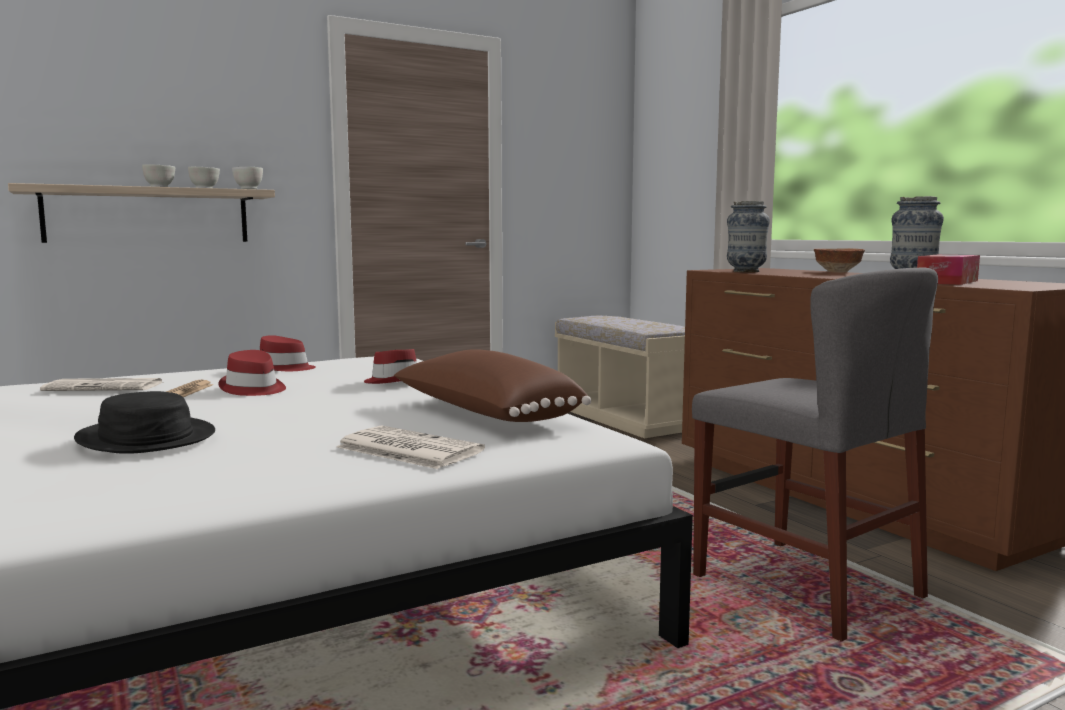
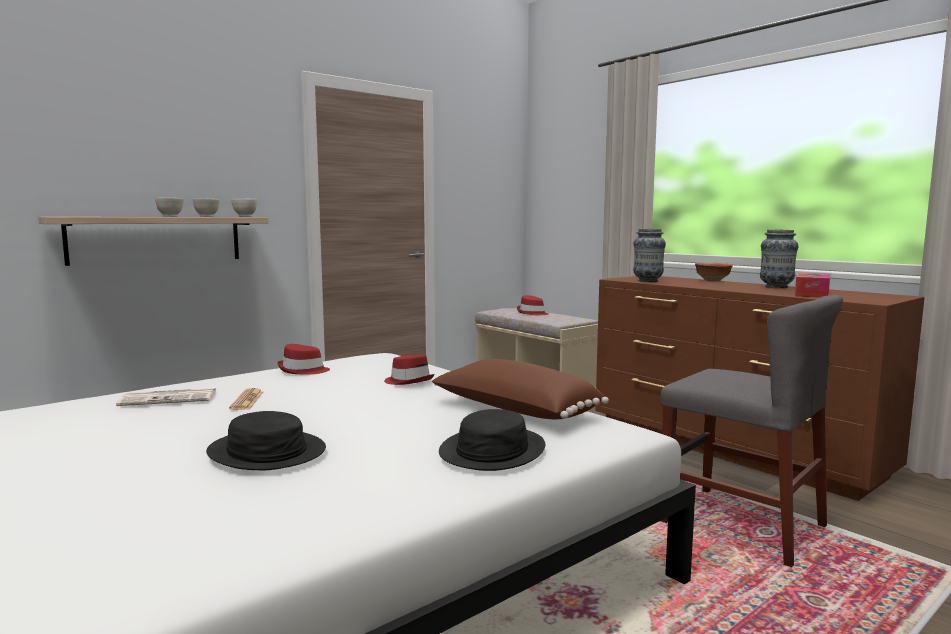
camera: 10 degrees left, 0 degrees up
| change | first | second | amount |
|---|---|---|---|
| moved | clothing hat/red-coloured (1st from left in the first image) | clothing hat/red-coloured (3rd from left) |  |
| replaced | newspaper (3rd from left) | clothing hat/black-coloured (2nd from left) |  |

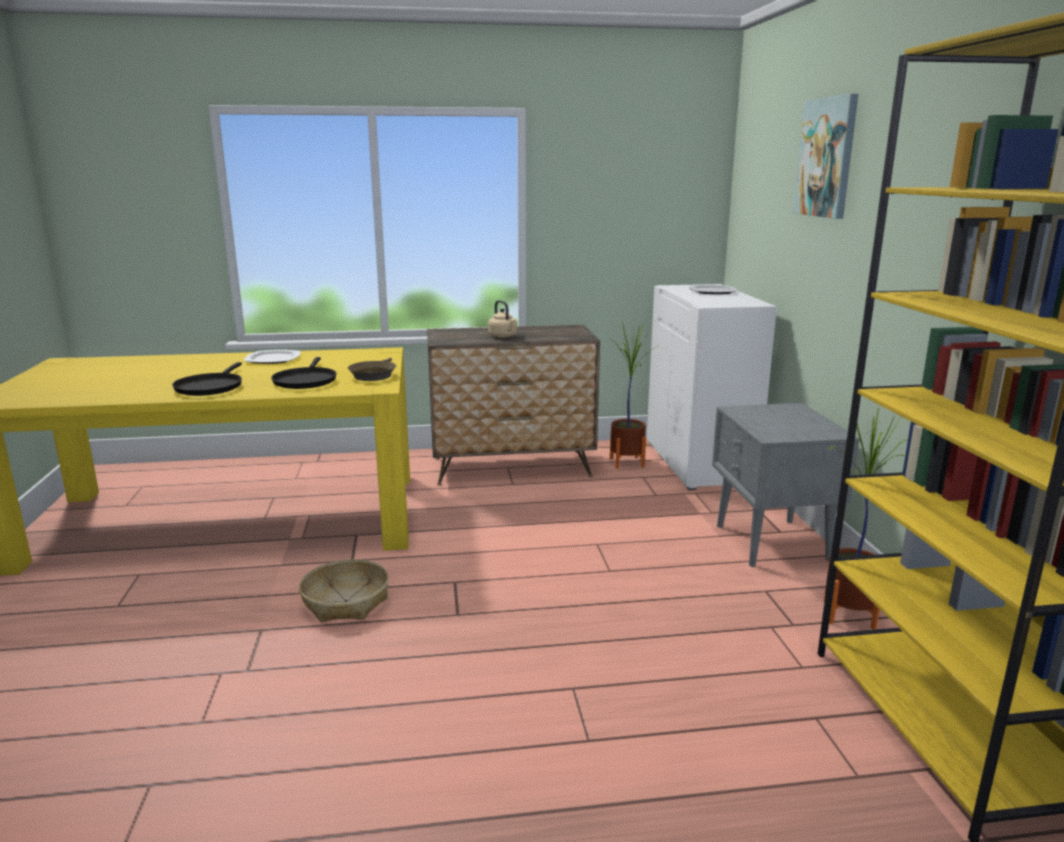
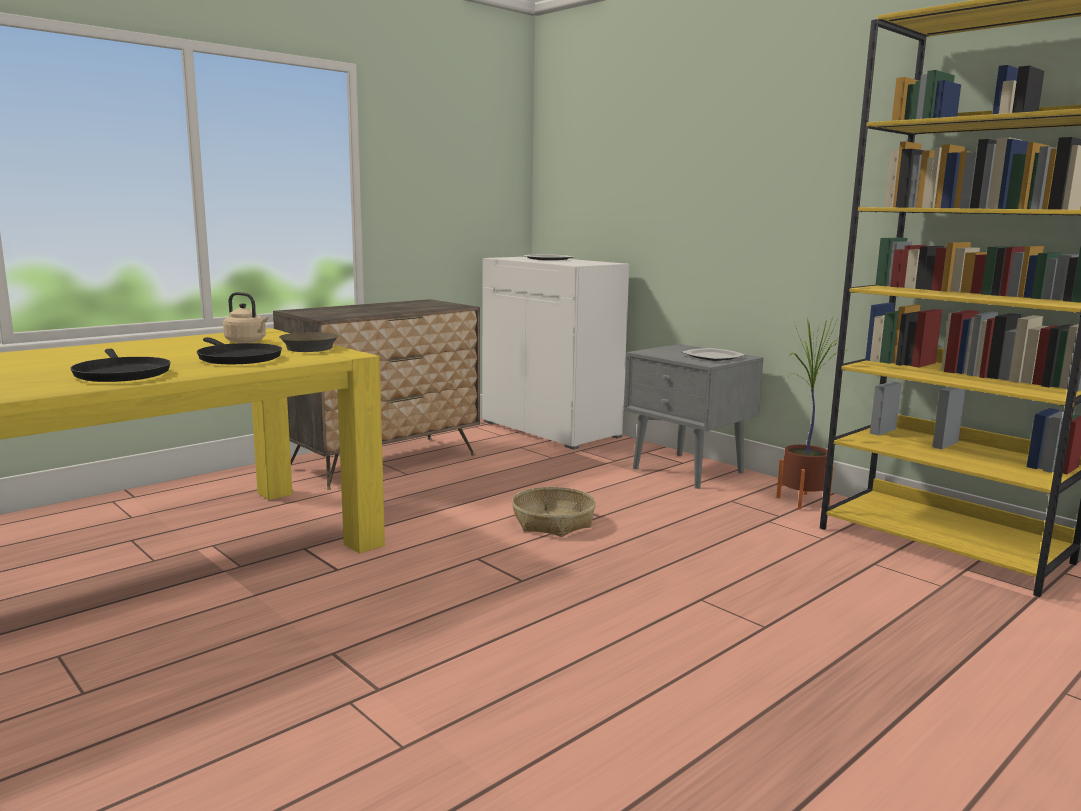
camera: 35 degrees left, 5 degrees down
| change | first | second | amount |
|---|---|---|---|
| moved | flat dish (1st from left in the first image) | flat dish (2nd from left) |  |
| moved | basket |  |  |
| moved | water kettle/sand-coloured |  |  |
| removed | houseplant (1st from left) |  |  |
| removed | wall picture |  |  |

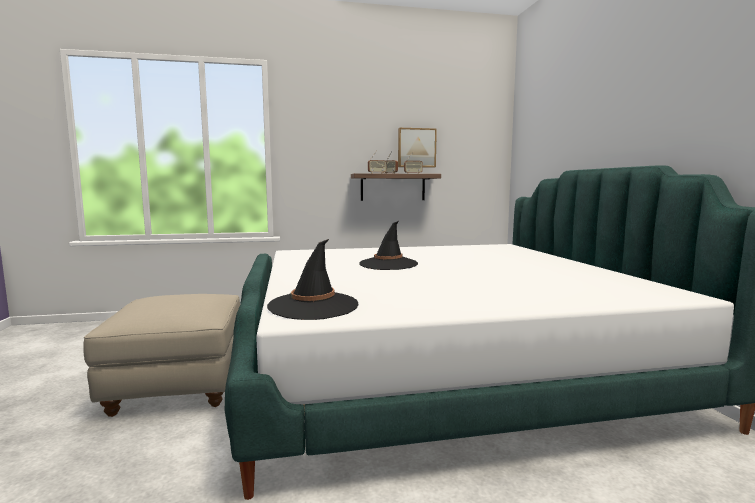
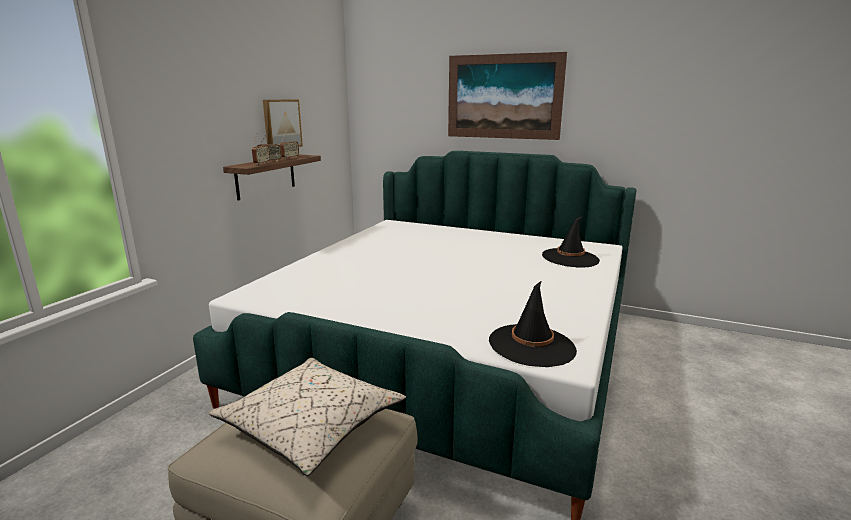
camera: 55 degrees left, 10 degrees up
| change | first | second | amount |
|---|---|---|---|
| moved | clothing hat/black-coloured (2nd from left) |  |  |
| added |  | throw pillow/sand-coloured |  |
| added |  | wall picture (2nd from left) |  |

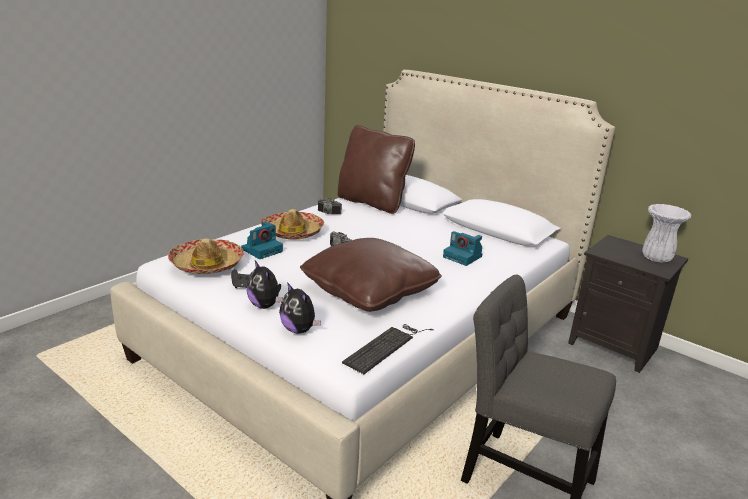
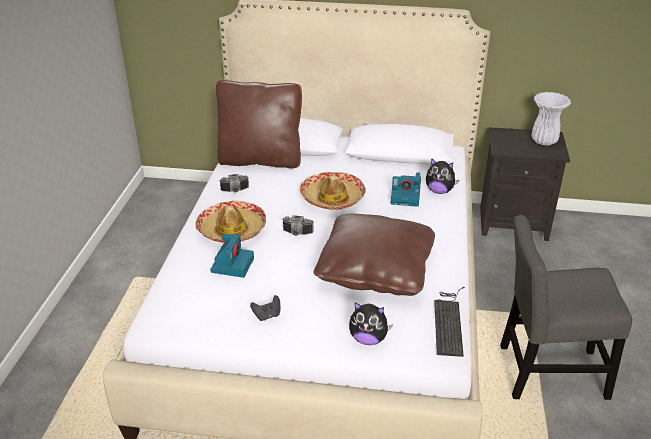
camera: 30 degrees left, 10 degrees up
| change | first | second | amount |
|---|---|---|---|
| moved | clothing hat (1st from left in the first image) | clothing hat (2nd from left) |  |
| moved | cuddly toy (1st from left in the first image) | cuddly toy (2nd from left) |  |

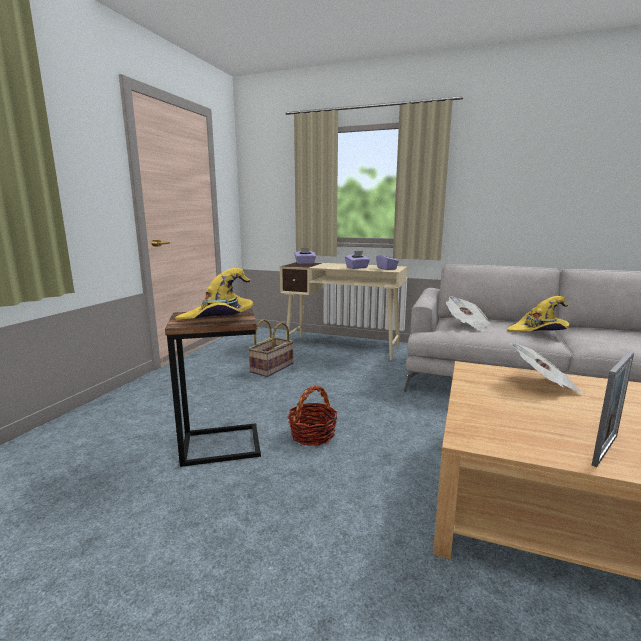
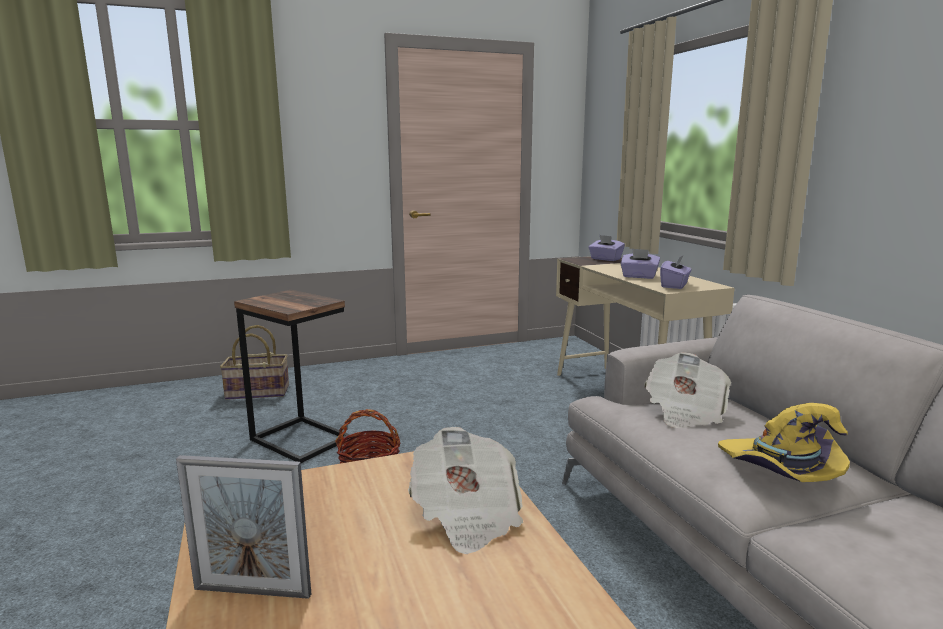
camera: 50 degrees right, 0 degrees up
| change | first | second | amount |
|---|---|---|---|
| removed | clothing hat/yellowish (1st from left) |  |  |
| moved | basket (1st from left) |  |  |

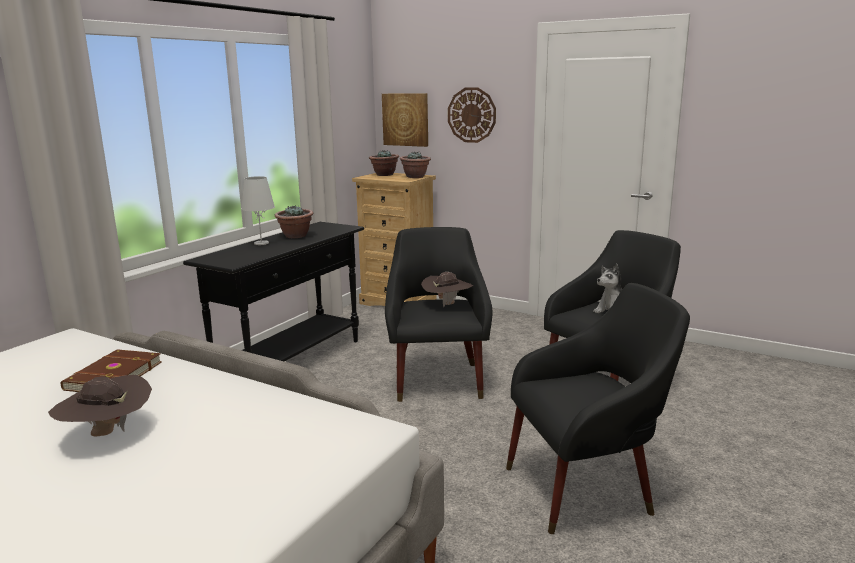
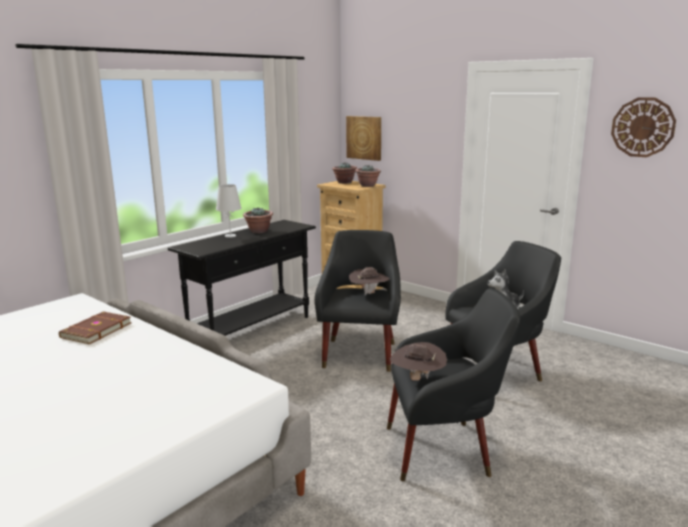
camera: 10 degrees right, 0 degrees up
| change | first | second | amount |
|---|---|---|---|
| moved | clothing hat/brown-coloured (1st from left in the first image) | clothing hat/brown-coloured (2nd from left) |  |
| moved | wall clock |  |  |

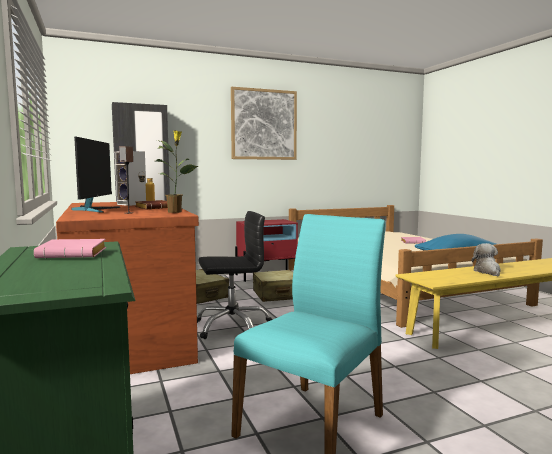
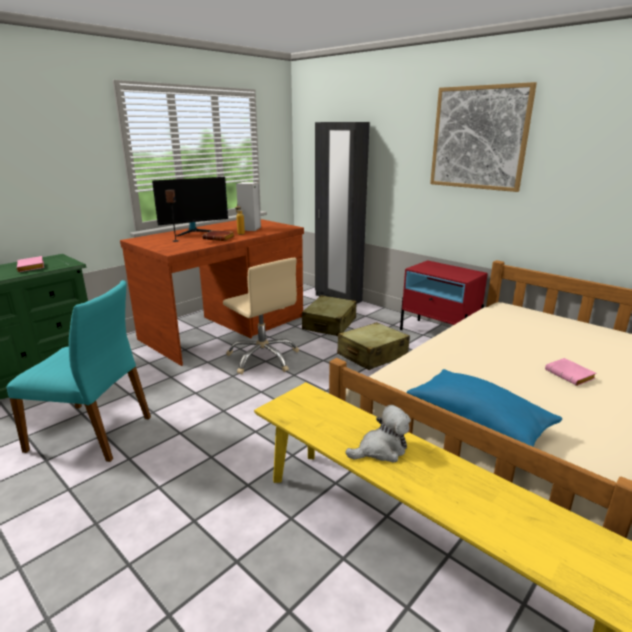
camera: 65 degrees right, 15 degrees up
| change | first | second | amount |
|---|---|---|---|
| removed | houseplant |  |  |
| recoloured | computer chair/black-coloured | computer chair/sand-coloured |  |

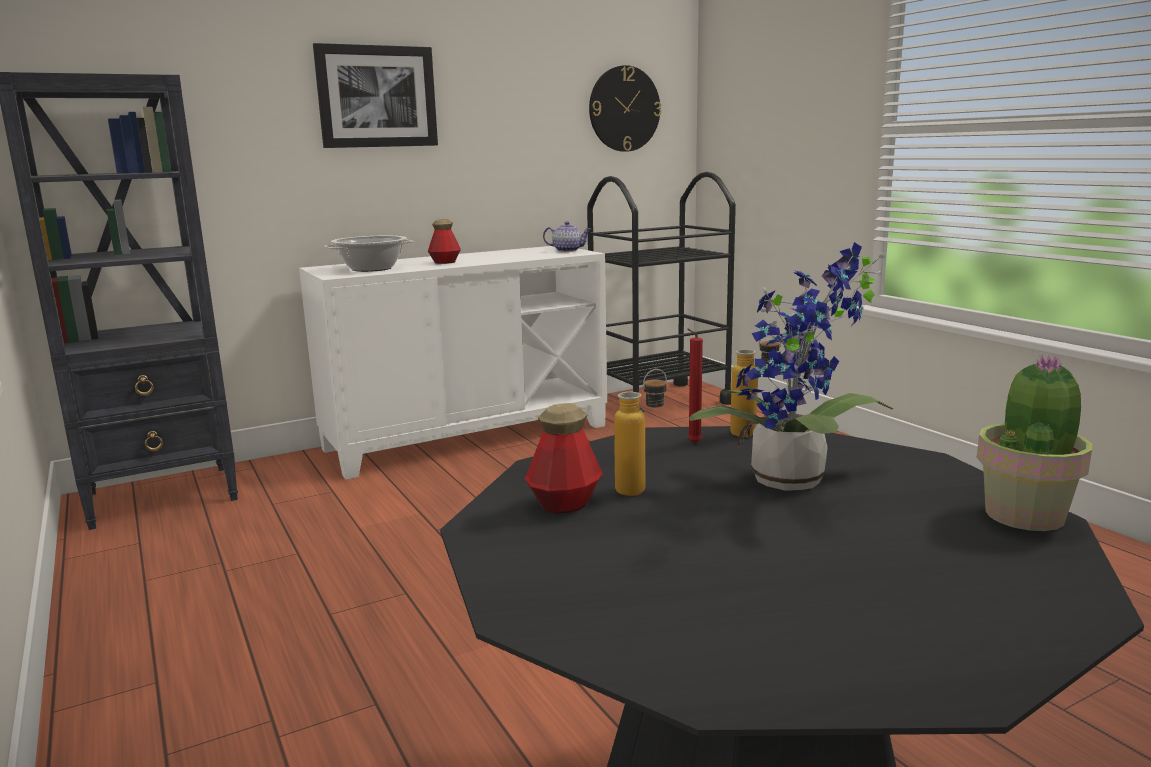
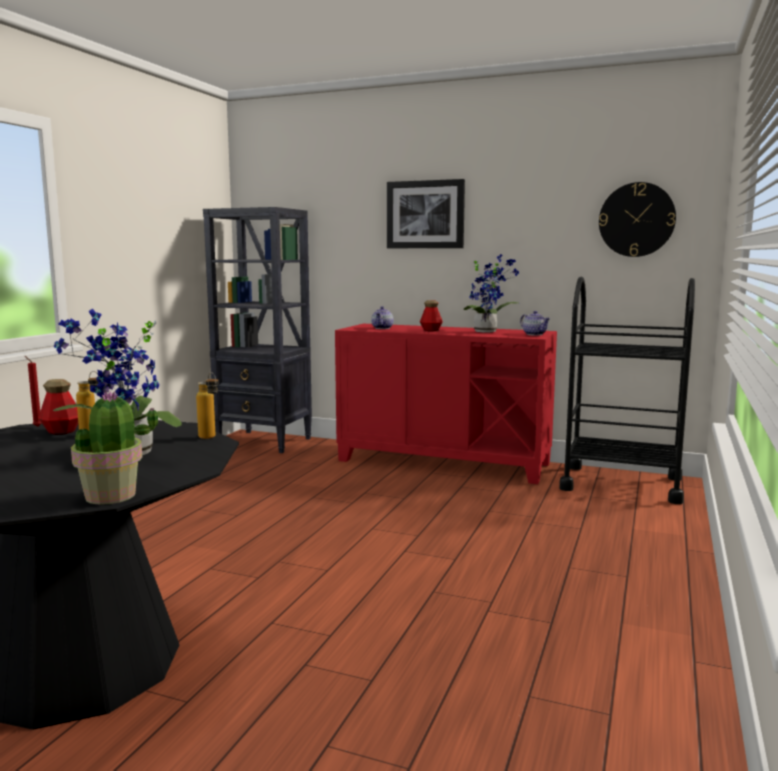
camera: 50 degrees right, 5 degrees down
| change | first | second | amount |
|---|---|---|---|
| recoloured | storage cabinet/white-coloured | storage cabinet/red-coloured |  |
| replaced | saucepot | teapot (1st from left) |  |
| moved | wax candle/red-coloured |  |  |
| added |  | houseplant (3rd from left) |  |

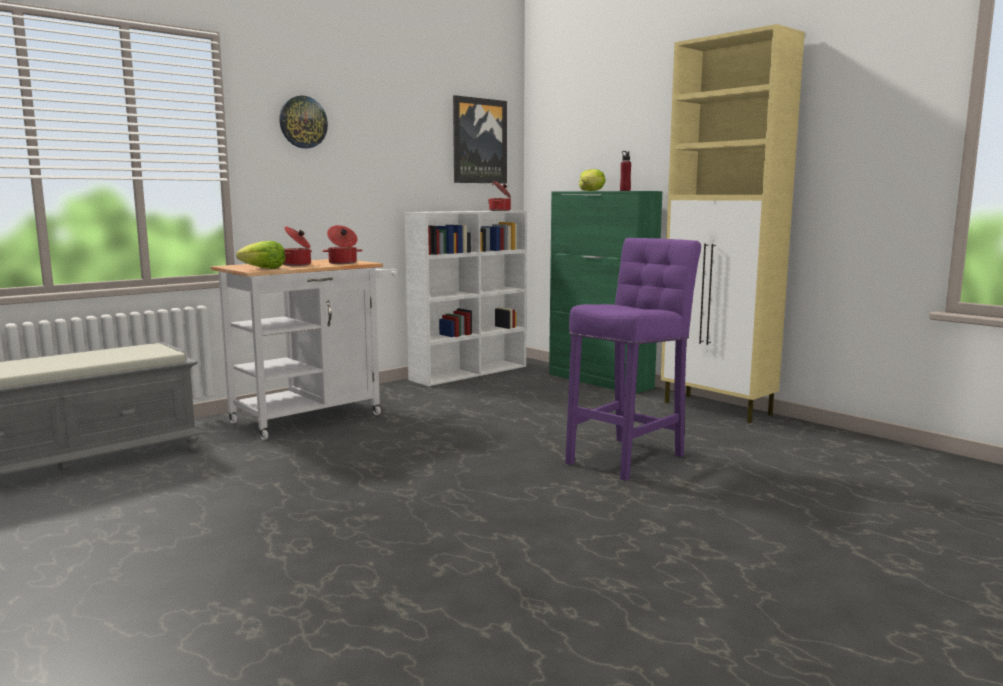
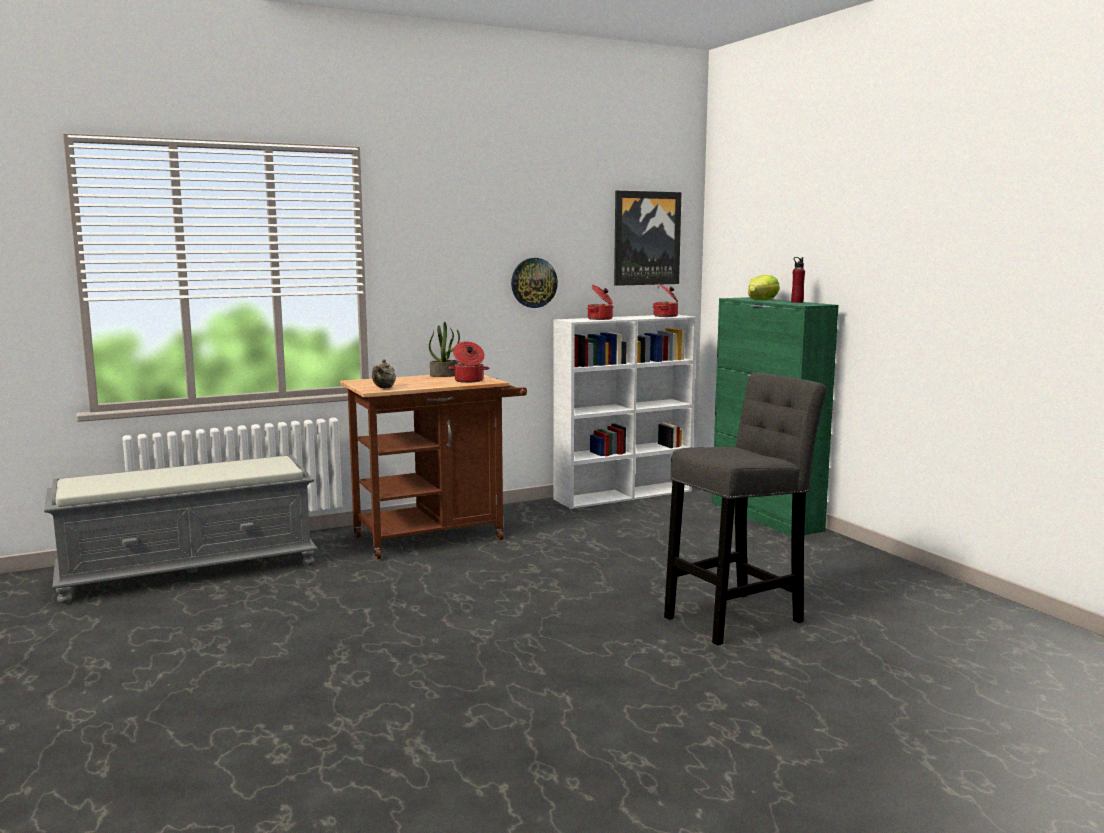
camera: 15 degrees right, 0 degrees up
| change | first | second | amount |
|---|---|---|---|
| recoloured | wheeled cart/white-coloured | wheeled cart/brown-coloured |  |
| replaced | lettuce (1st from left) | teapot/sand-coloured |  |
| moved | wall clock |  |  |
| moved | saucepot (1st from left in the first image) | saucepot (2nd from left) |  |
| recoloured | stool/purple-coloured | stool/grey |  |
| removed | storage cabinet/sand-coloured |  |  |
| added |  | houseplant |  |

